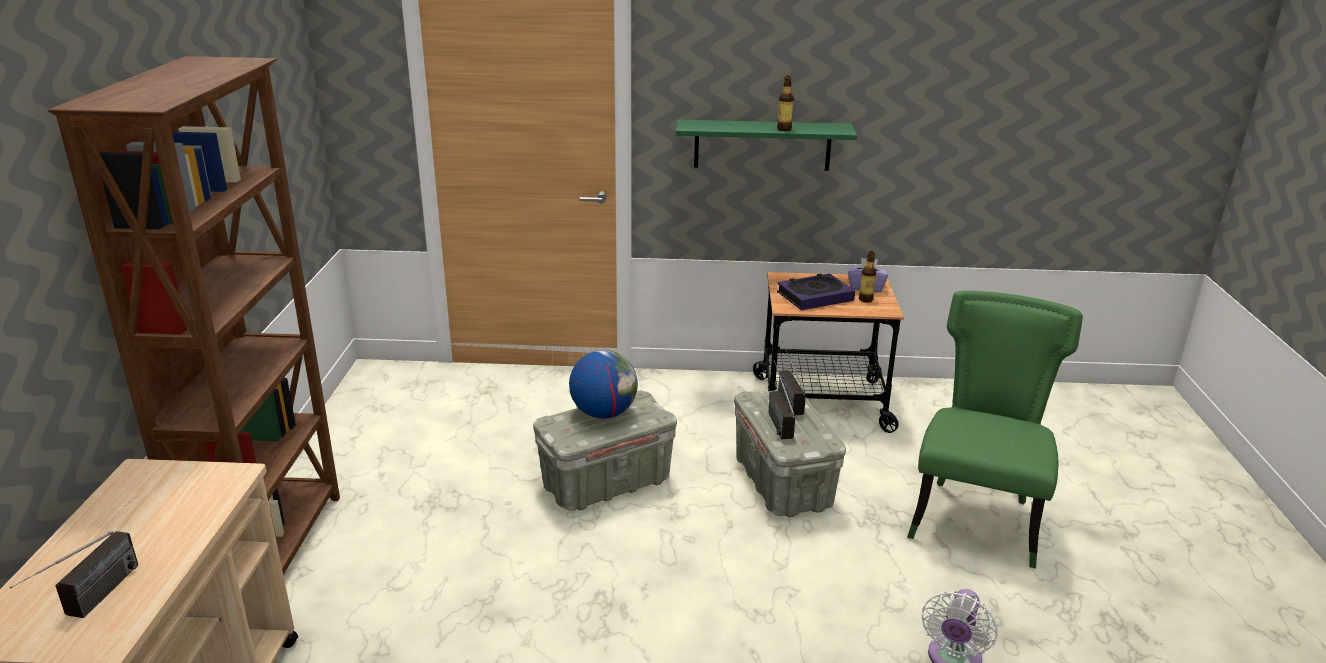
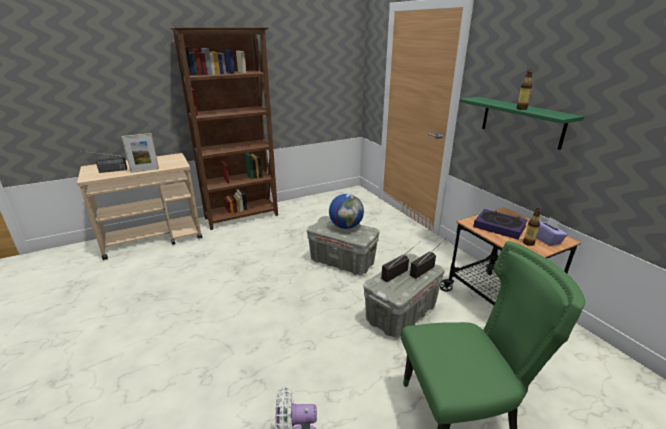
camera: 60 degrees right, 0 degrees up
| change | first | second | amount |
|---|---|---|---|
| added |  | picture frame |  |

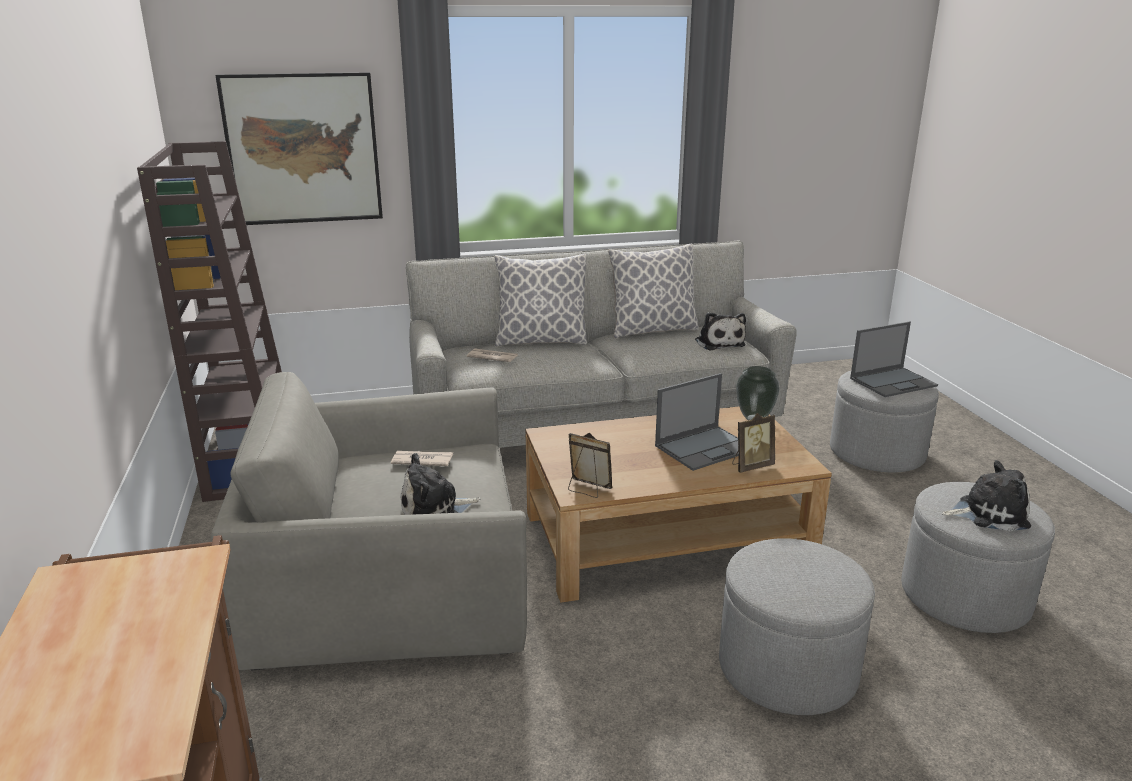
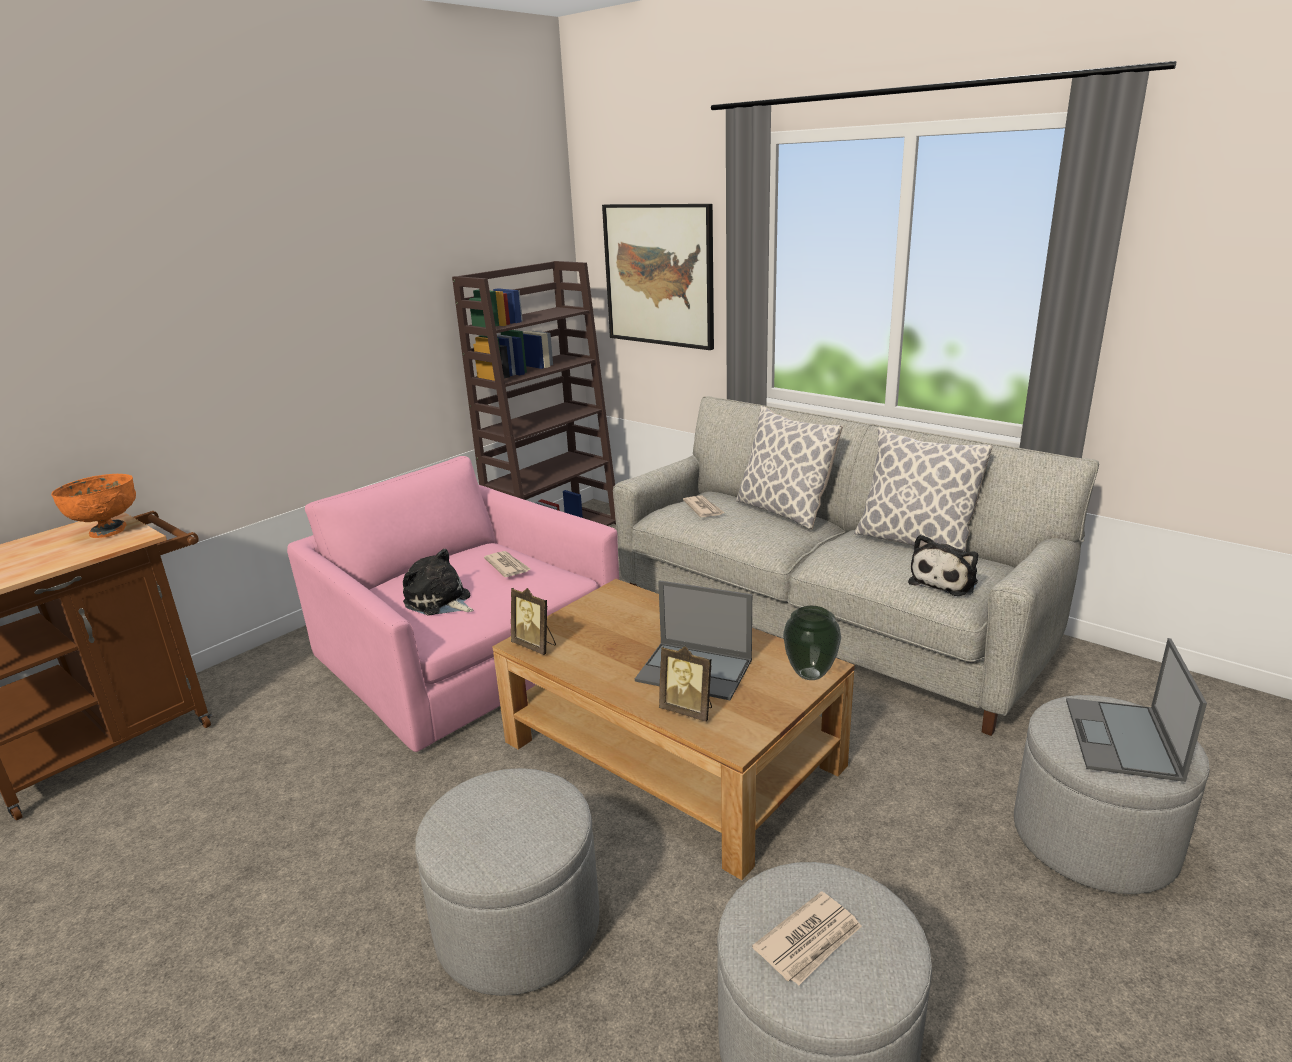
camera: 55 degrees right, 0 degrees up
| change | first | second | amount |
|---|---|---|---|
| recoloured | lounge chair/grey | lounge chair/pink |  |
| turned | picture frame (1st from left) |  | 135 degrees clockwise |
| turned | notebook computer (2nd from left) |  | 75 degrees clockwise |
| replaced | cuddly toy (3rd from left) | newspaper (3rd from left) |  |
| added |  | bowl/orangey |  |

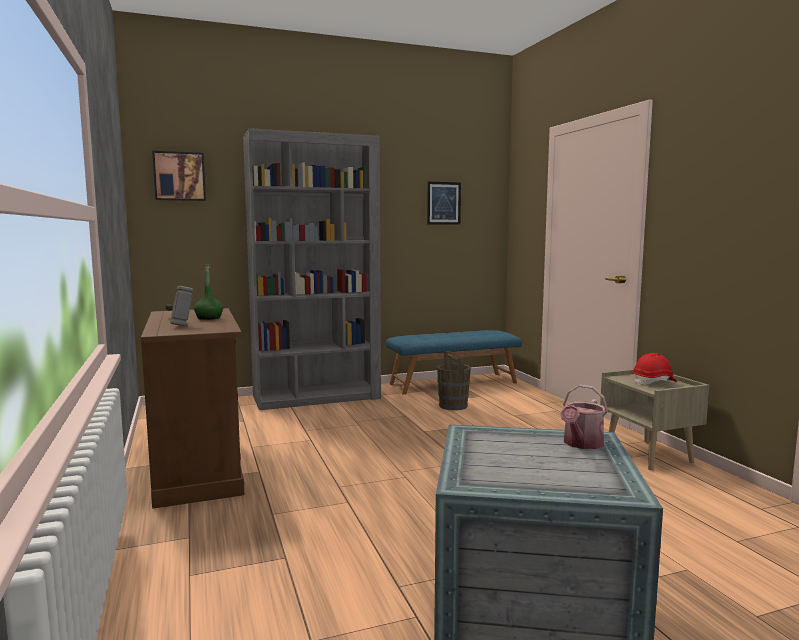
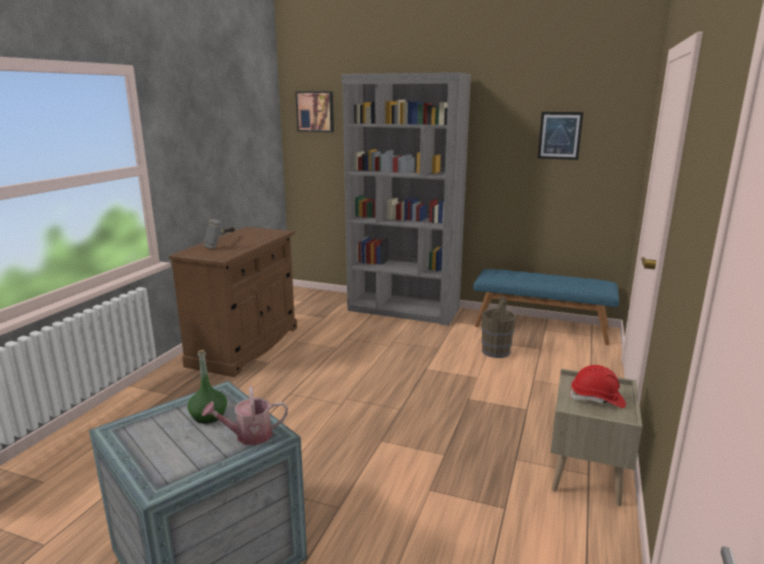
camera: 40 degrees right, 10 degrees up
| change | first | second | amount |
|---|---|---|---|
| moved | drink bottle/green |  |  |

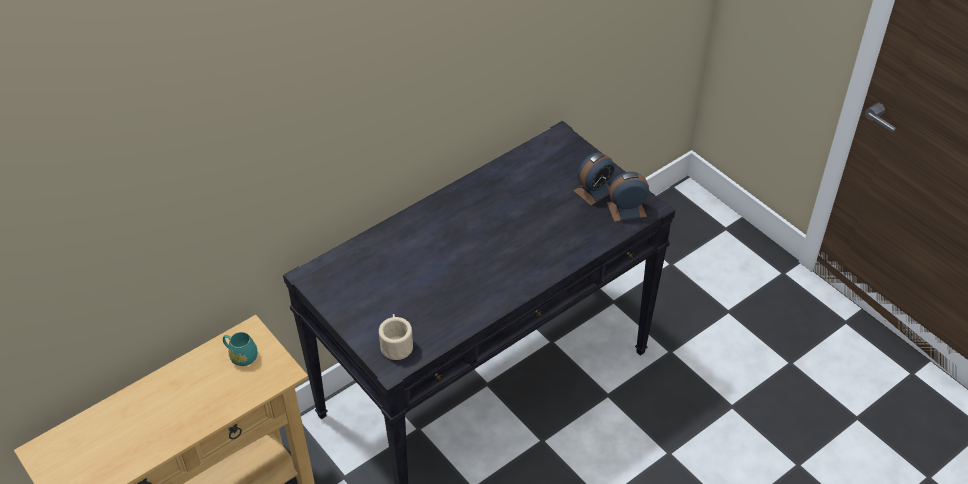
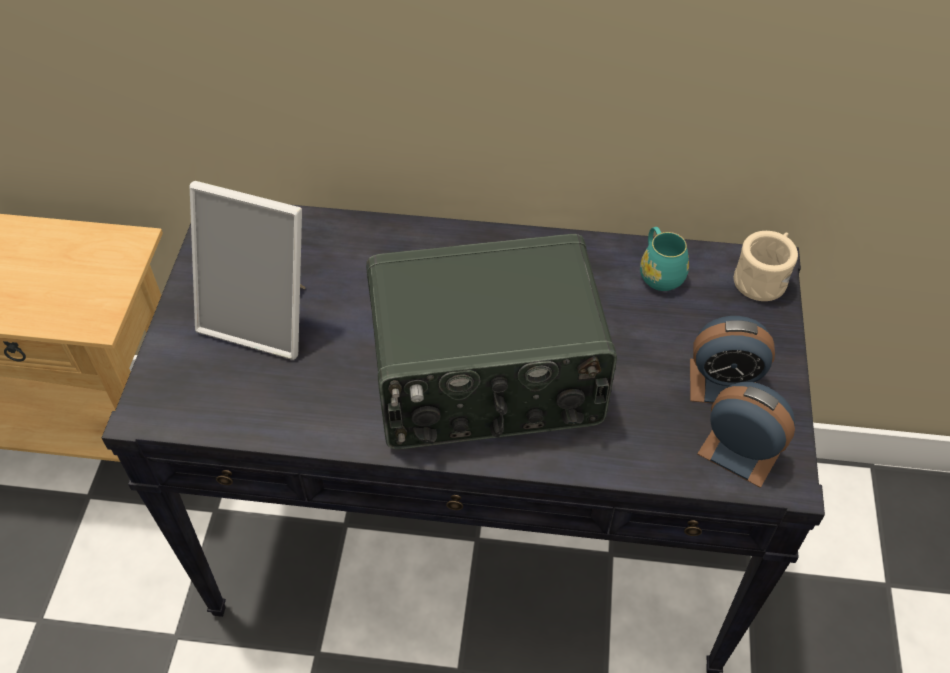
camera: 45 degrees right, 5 degrees up
| change | first | second | amount |
|---|---|---|---|
| moved | tea mug/blue-green |  |  |
| moved | tea mug/sand-coloured |  |  |
| added |  | picture frame |  |
| added |  | radio |  |

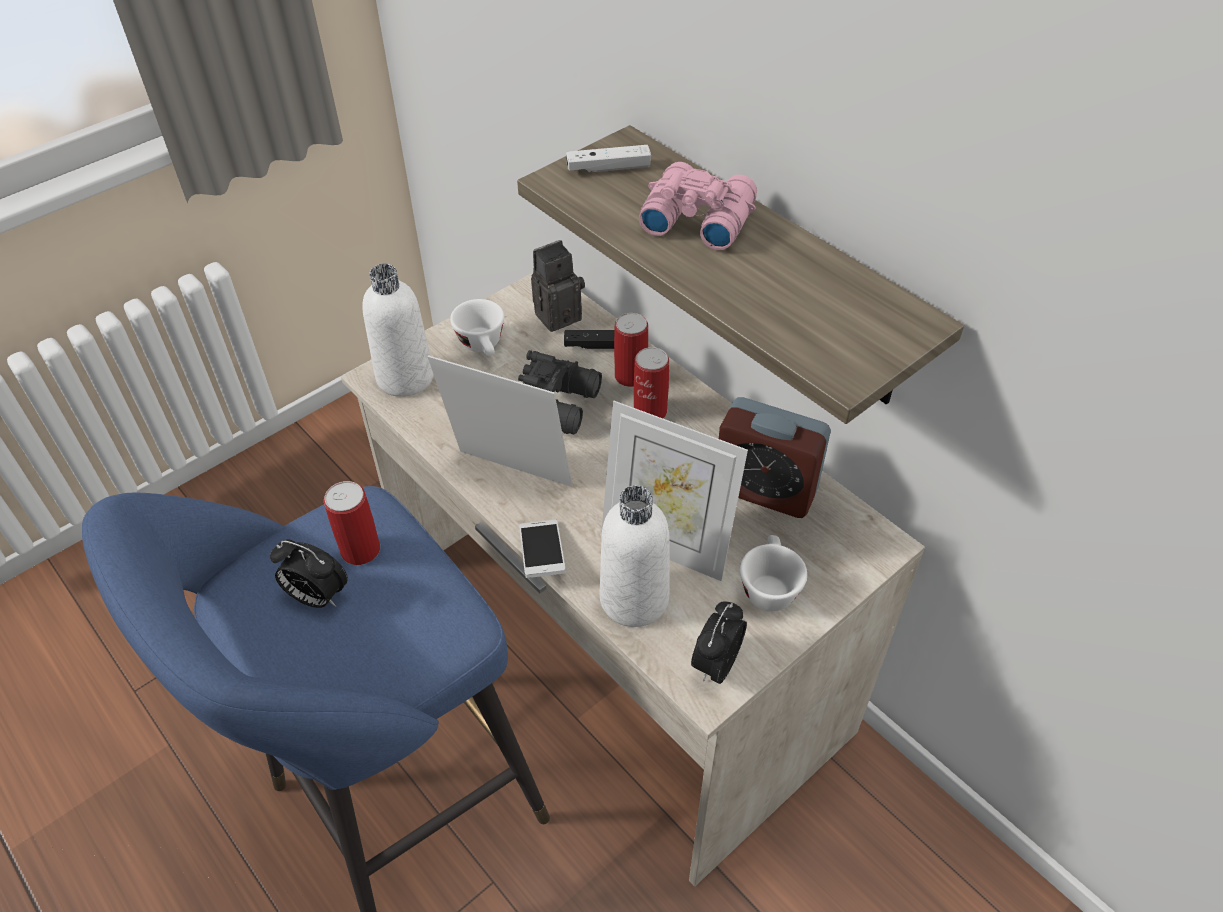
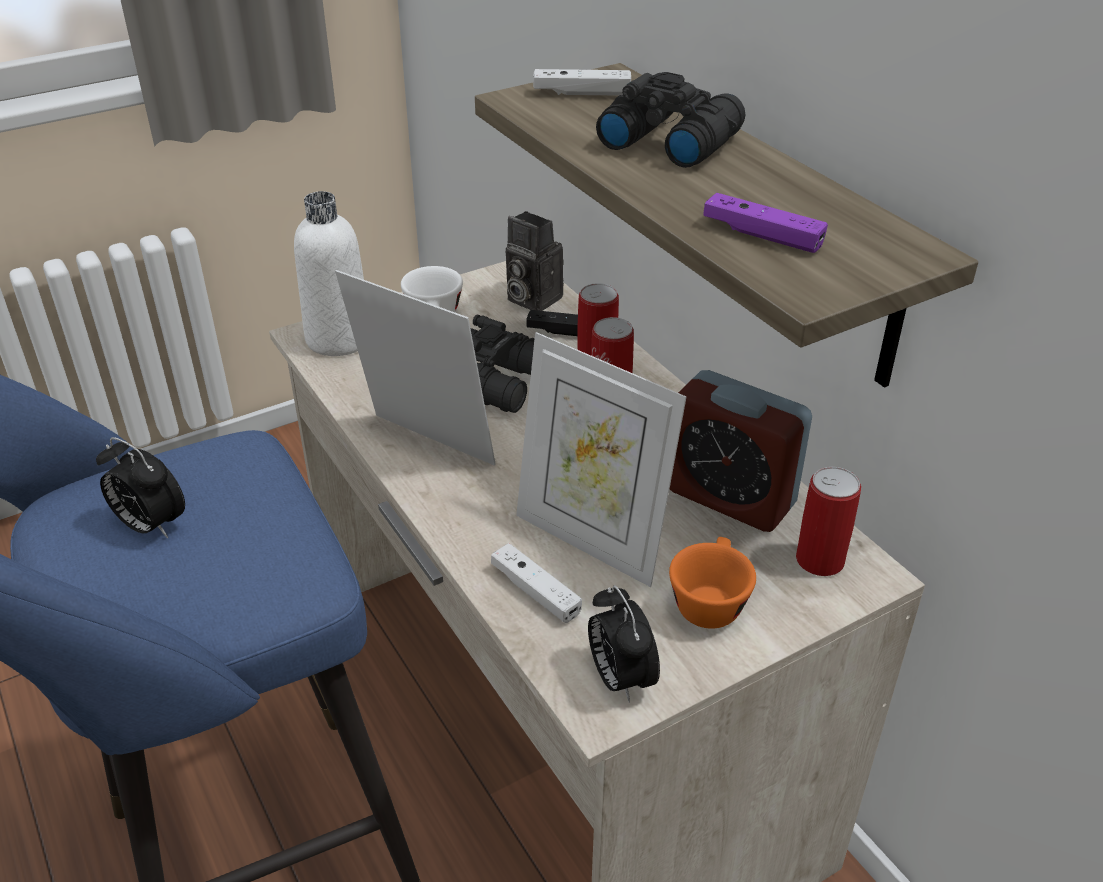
camera: 10 degrees right, 10 degrees down
| change | first | second | amount |
|---|---|---|---|
| moved | metal can (1st from left in the first image) | metal can (3rd from left) |  |
| removed | phone |  |  |
| turned | photo camera |  | 120 degrees counterclockwise |
| replaced | drink bottle/white-coloured (2nd from left) | joypad/white-coloured (1st from left) |  |
| recoloured | pair of binoculars/pink | pair of binoculars/black-coloured (2nd from left) |  |
| turned | alarm clock (2nd from left) |  | 60 degrees counterclockwise |
| recoloured | cup/white-coloured (2nd from left) | cup/orangey |  |
| added |  | joypad/purple-coloured |  |

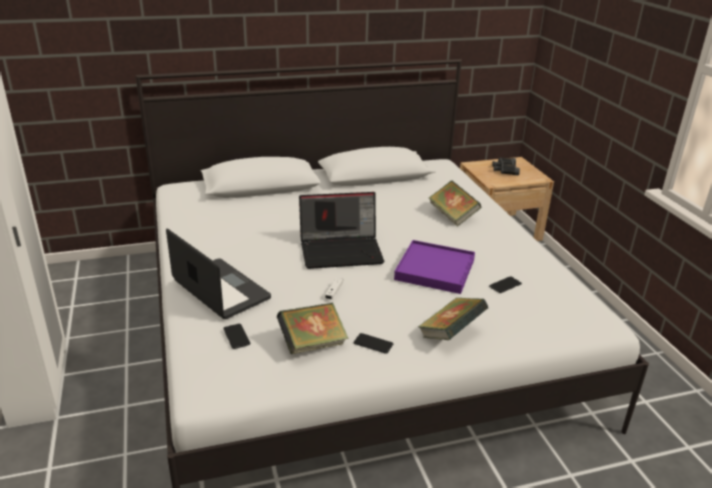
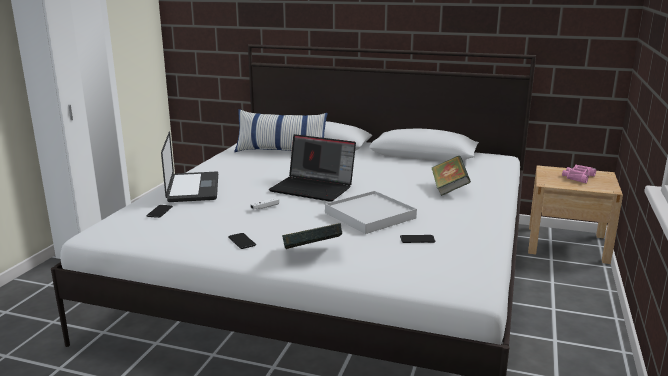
camera: 35 degrees right, 10 degrees down
| change | first | second | amount |
|---|---|---|---|
| removed | bound book (1st from left) |  |  |
| recoloured | carrying tray/purple-coloured | carrying tray/white-coloured |  |
| recoloured | pair of binoculars/black-coloured | pair of binoculars/pink |  |
| added |  | throw pillow |  |

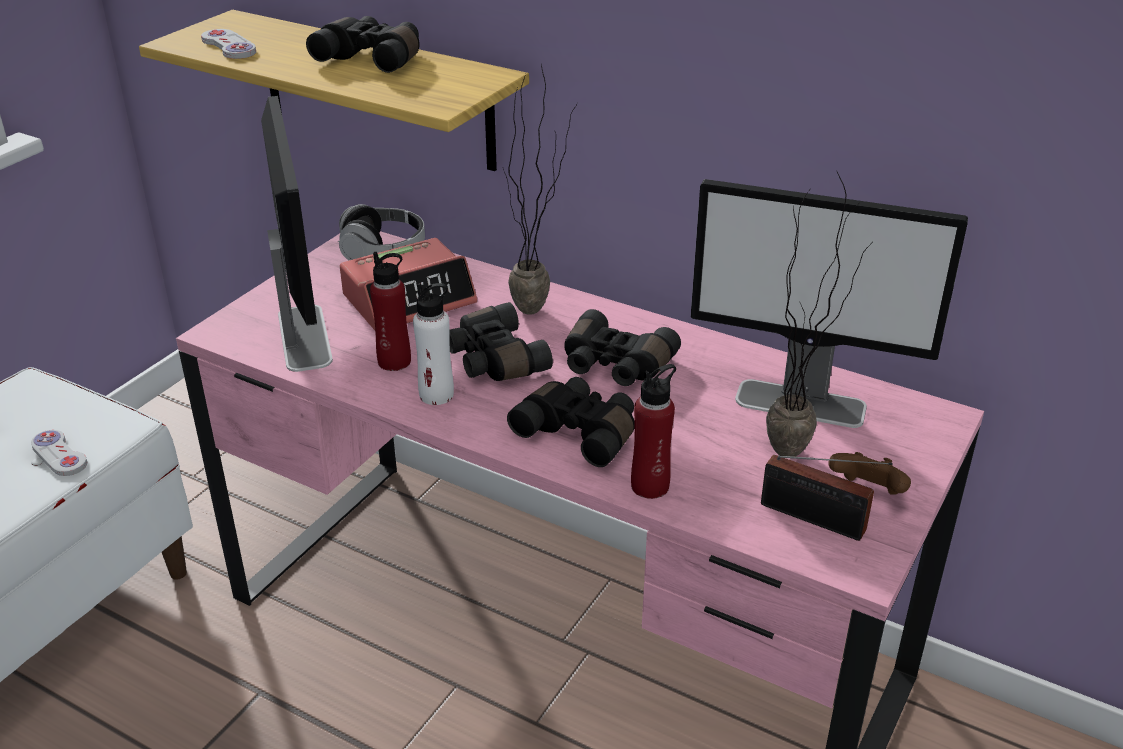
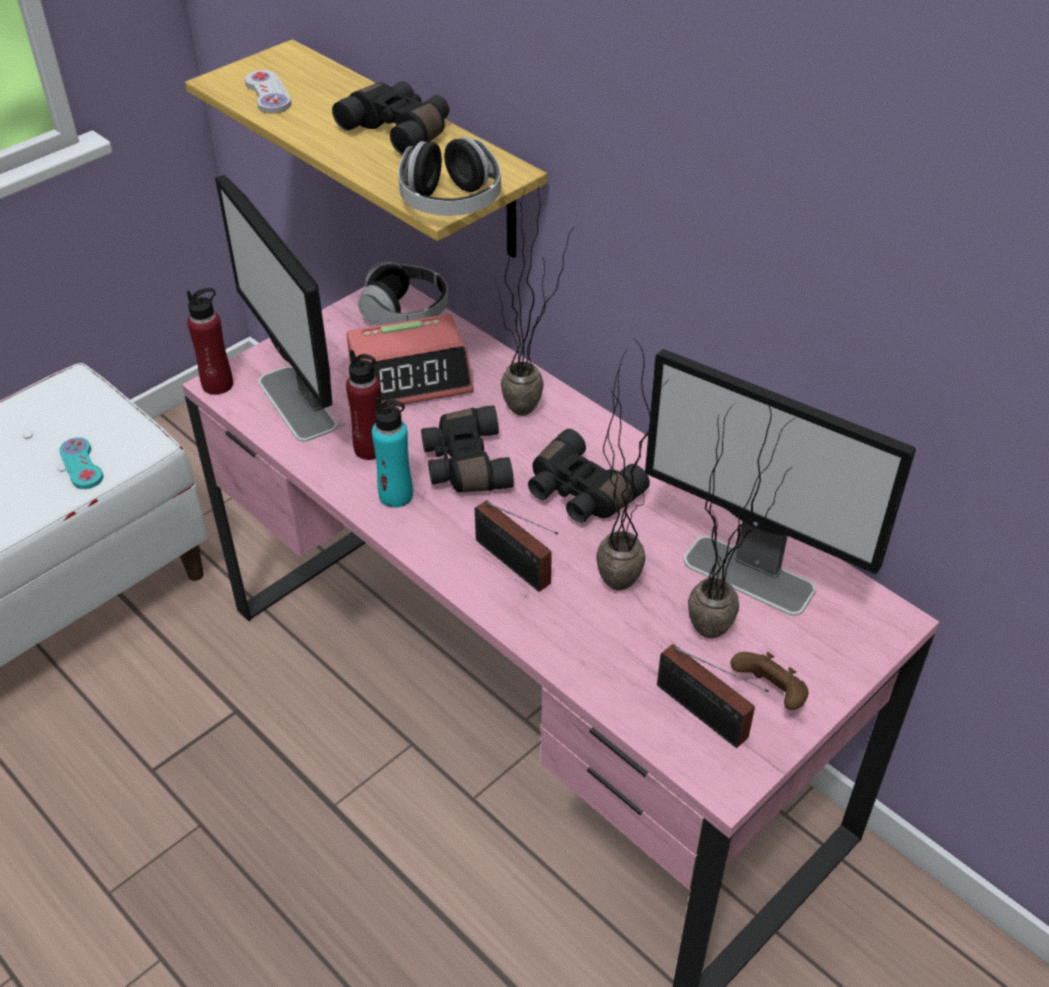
camera: 15 degrees right, 10 degrees up
| change | first | second | amount |
|---|---|---|---|
| recoloured | joypad/white-coloured (1st from left) | joypad/blue-green |  |
| turned | computer display (1st from left) |  | 150 degrees clockwise |
| recoloured | drink bottle/white-coloured | drink bottle/blue-green |  |
| replaced | pair of binoculars/black-coloured (3rd from left) | radio (1st from left) |  |
| moved | drink bottle/red-coloured (2nd from left in the first image) | drink bottle/red-coloured (1st from left) |  |
| added |  | headphones (2nd from left) |  |
| added |  | houseplant (2nd from left) |  |

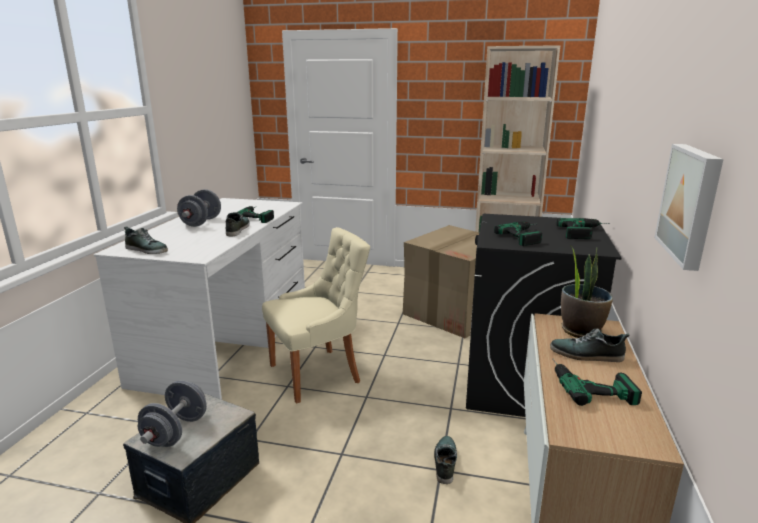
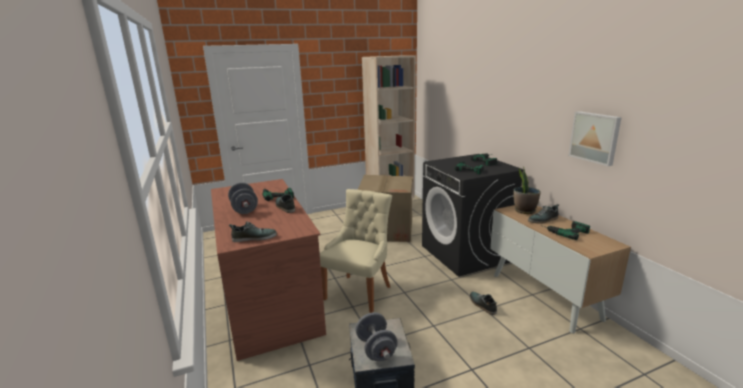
camera: 35 degrees left, 0 degrees up
| change | first | second | amount |
|---|---|---|---|
| recoloured | desk table/white-coloured | desk table/brown-coloured |  |

